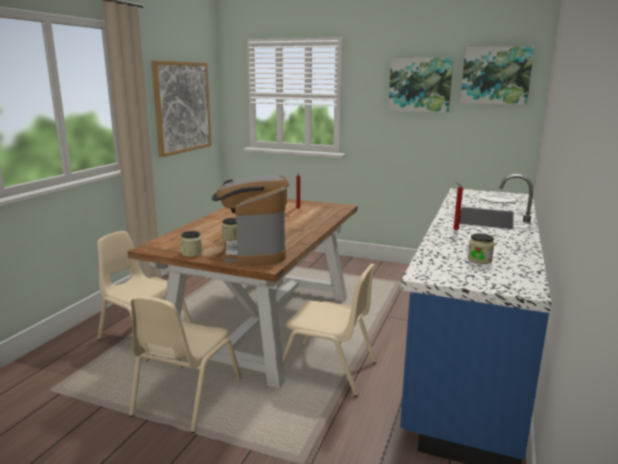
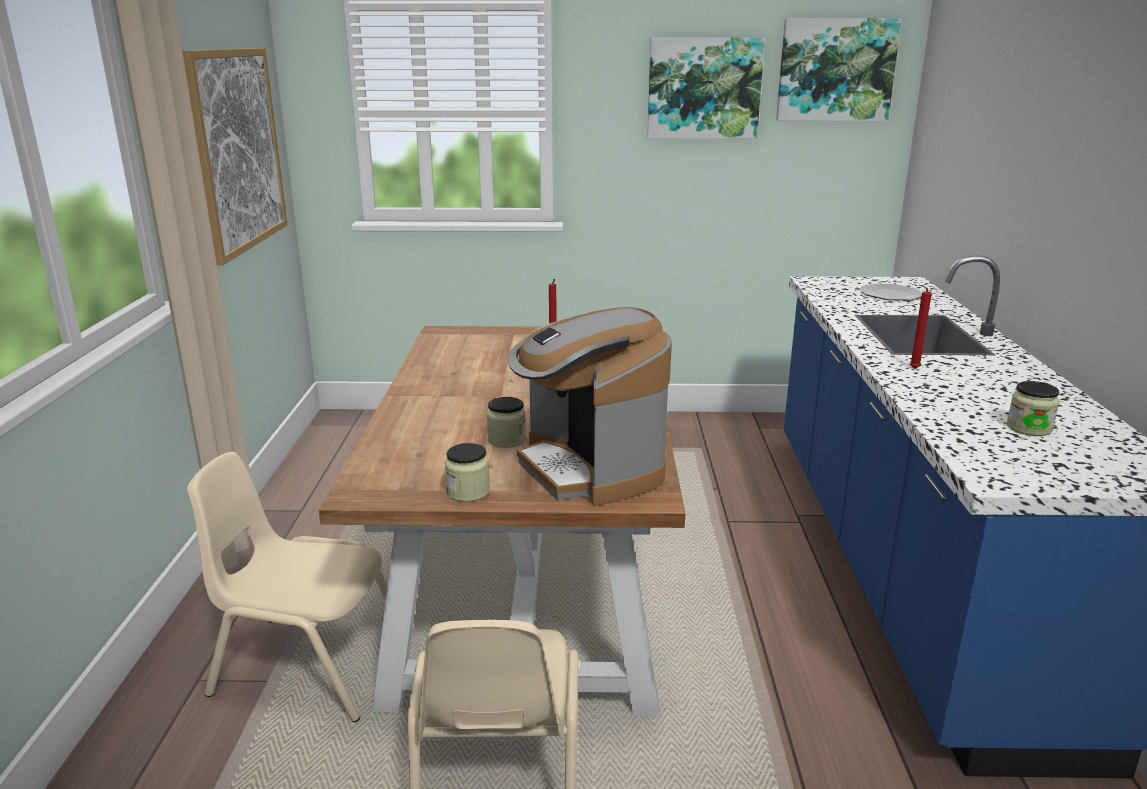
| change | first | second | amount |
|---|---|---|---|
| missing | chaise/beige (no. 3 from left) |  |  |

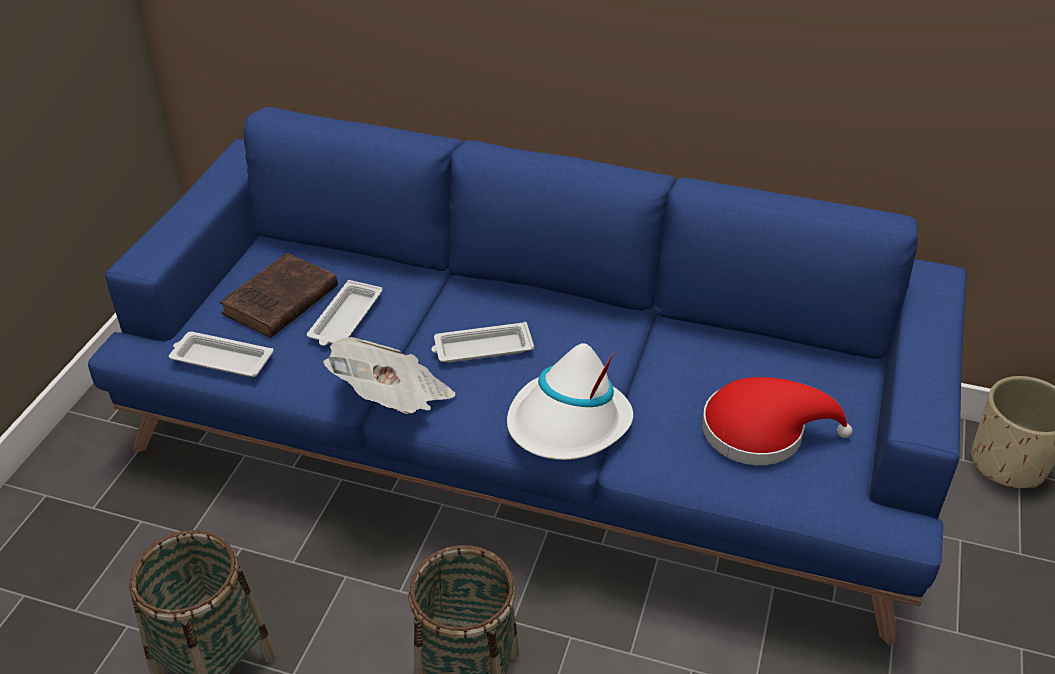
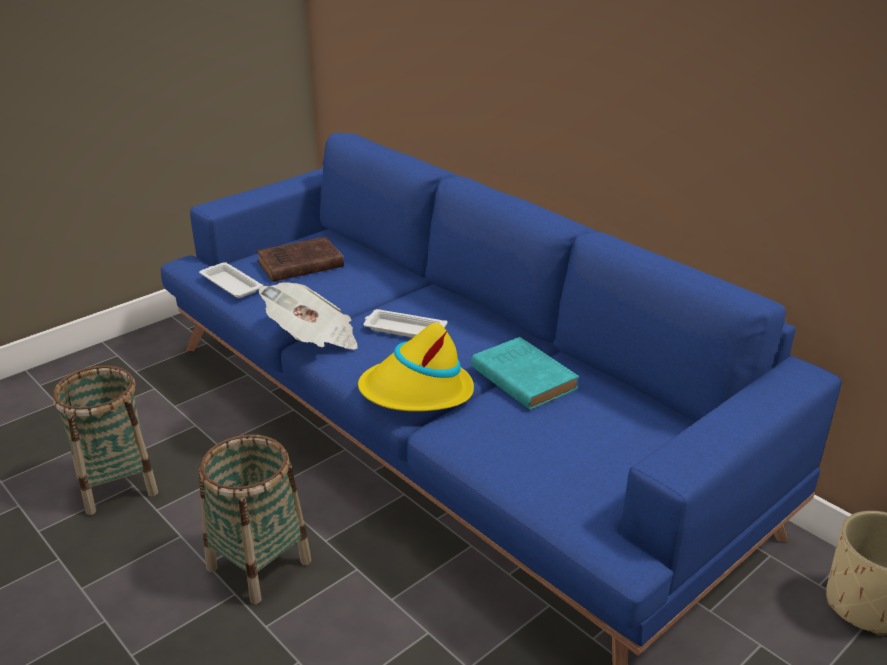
| change | first | second | amount |
|---|---|---|---|
| missing | plateau/blanc (no. 2 from left) |  |  |
| missing | chapeau/rouge |  |  |
| appeared |  | livre/turquoise |  |
| colour | chapeau/blanc | chapeau/jaune |  |

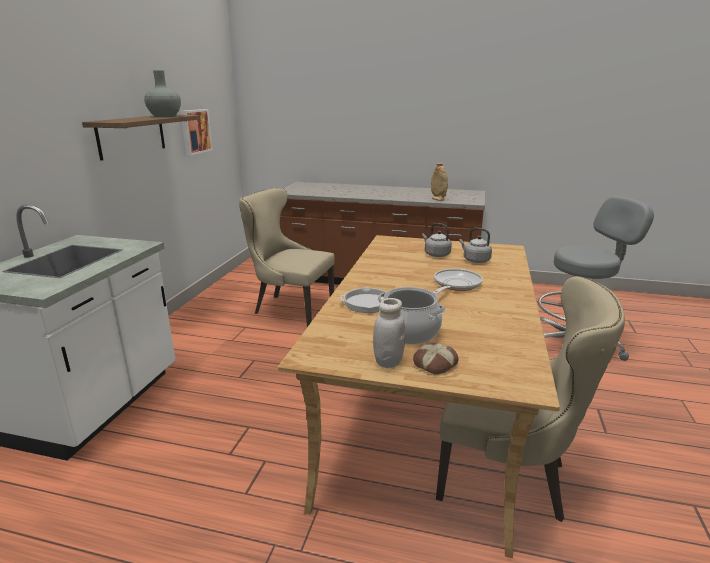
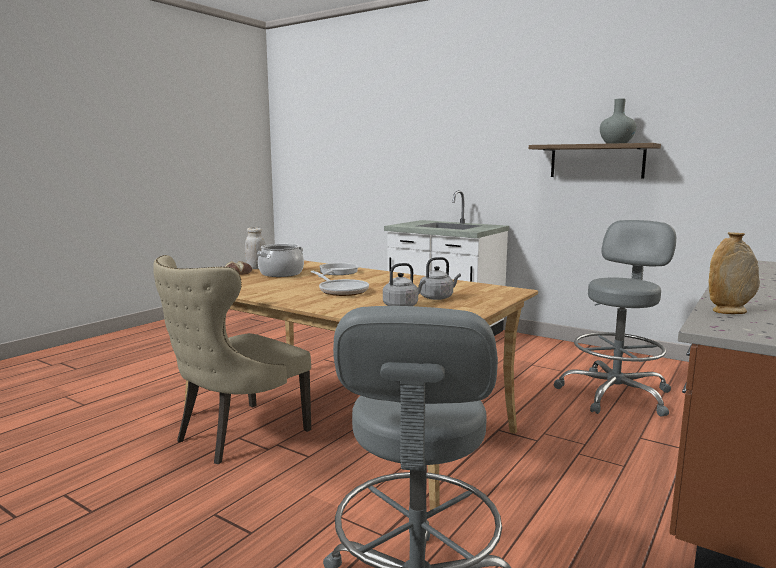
| change | first | second | amount |
|---|---|---|---|
| missing | tableau |  |  |
| exchanged | chaise/beige (no. 1 from left) | tabouret/gris (no. 2 from left) |  |

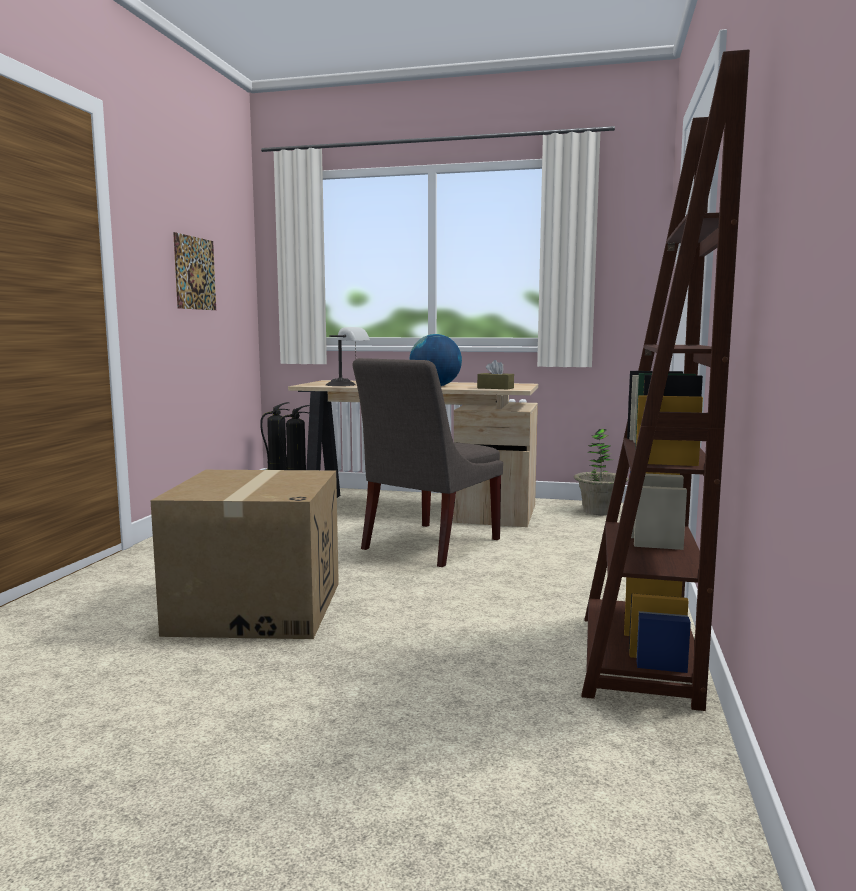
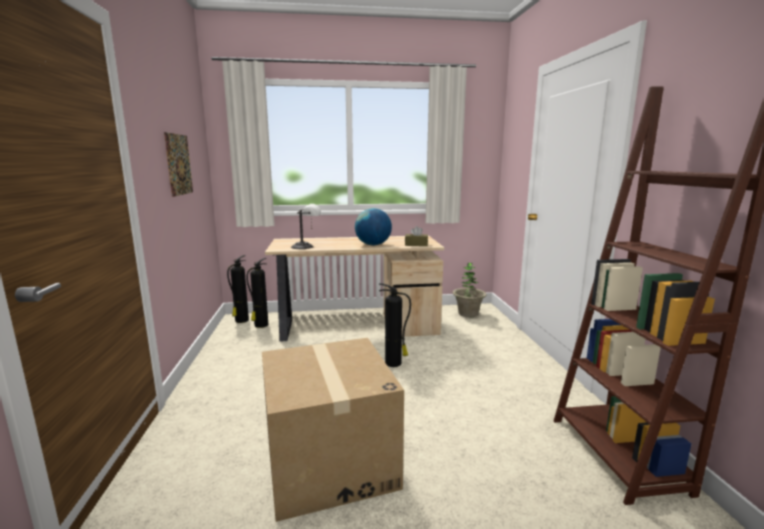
| change | first | second | amount |
|---|---|---|---|
| exchanged | chaise/gris | extincteur (no. 3 from left) |  |

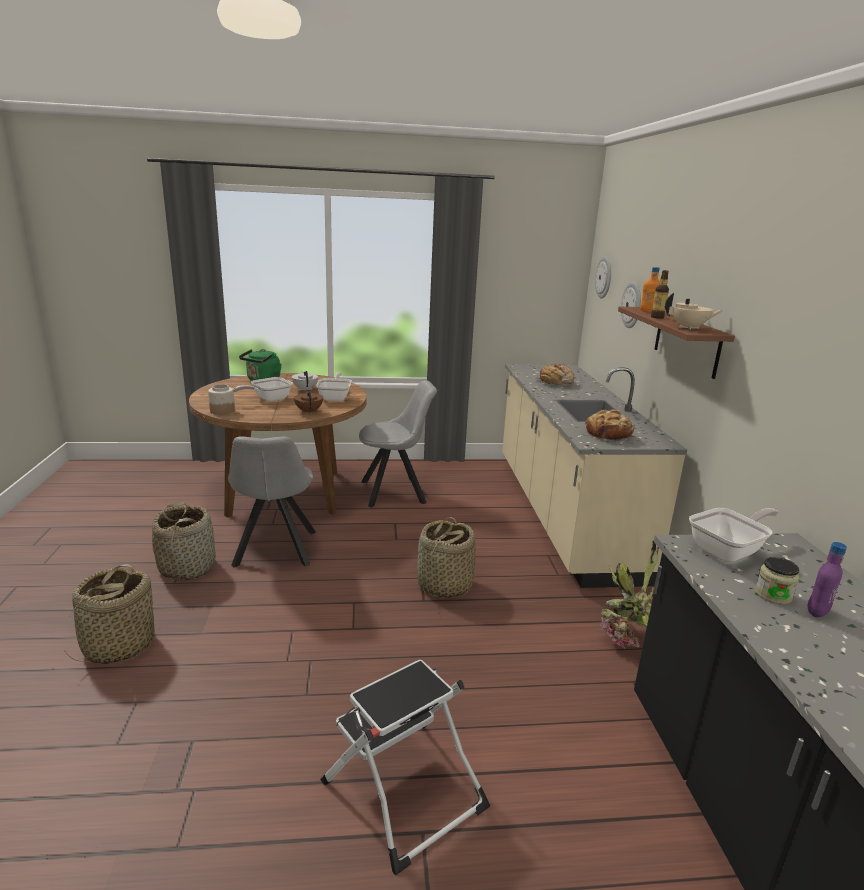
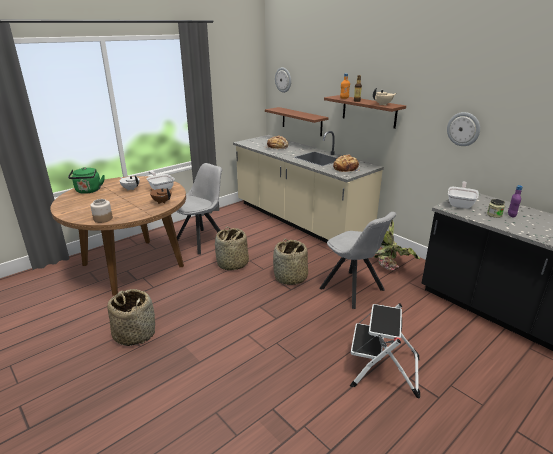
| change | first | second | amount |
|---|---|---|---|
| missing | poêle (no. 1 from left) |  |  |
| appeared |  | étagère/marron (no. 1 from left) |  |
| relocated | panier (no. 1 from left in the first image) | panier (no. 2 from left) |  |
| relocated | chaise/gris (no. 1 from left in the first image) | chaise/gris (no. 2 from left) |  |
| relocated | horloge murale (no. 2 from left) |  |  |

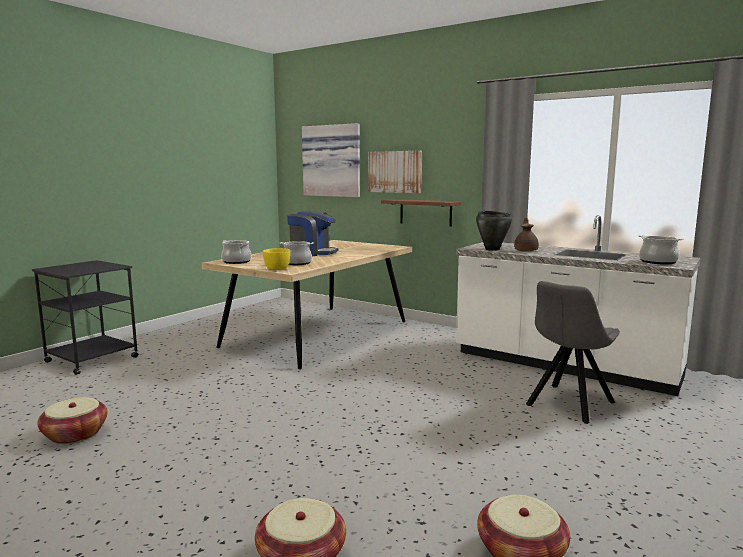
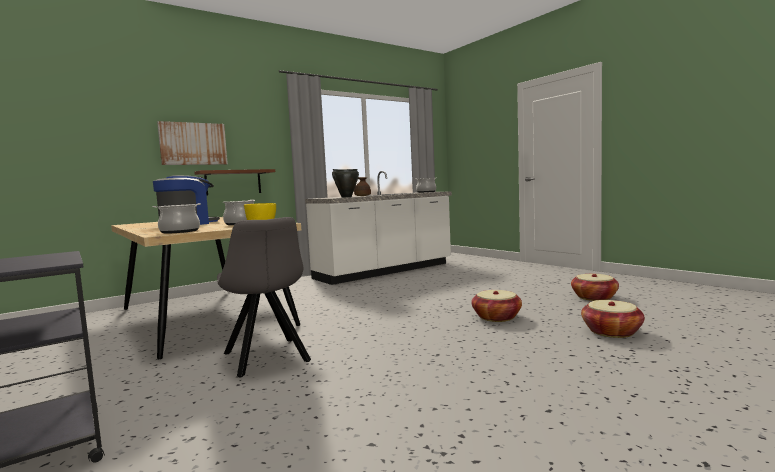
| change | first | second | amount |
|---|---|---|---|
| missing | tableau (no. 1 from left) |  |  |
| relocated | panier (no. 1 from left) |  |  |
| relocated | chaise/gris |  |  |

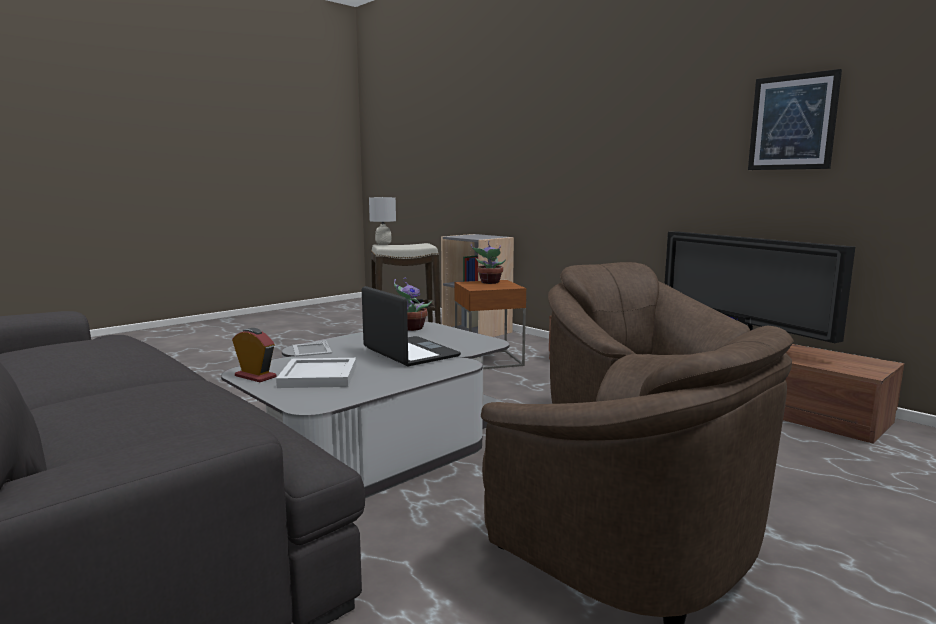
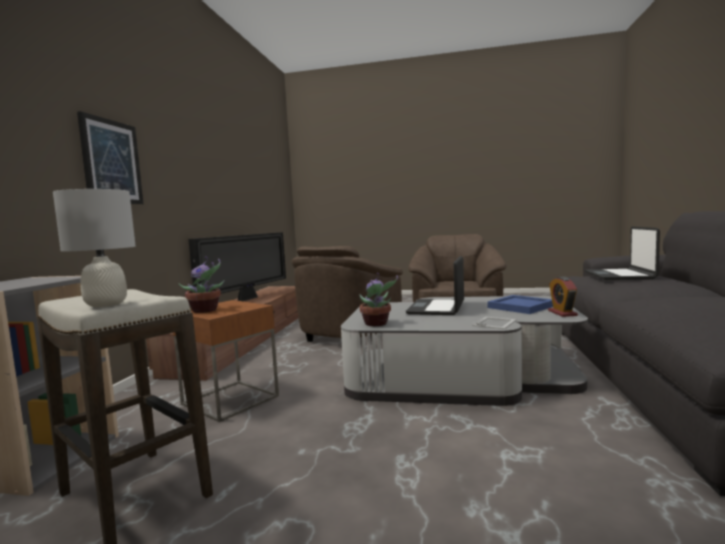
| change | first | second | amount |
|---|---|---|---|
| appeared |  | ordinateur portable (no. 2 from left) |  |
| relocated | tableau |  |  |
| colour | plateau/blanc | plateau/bleu |  |

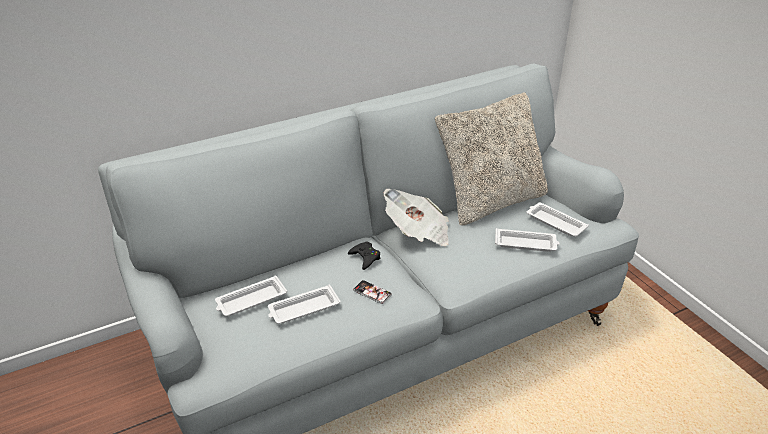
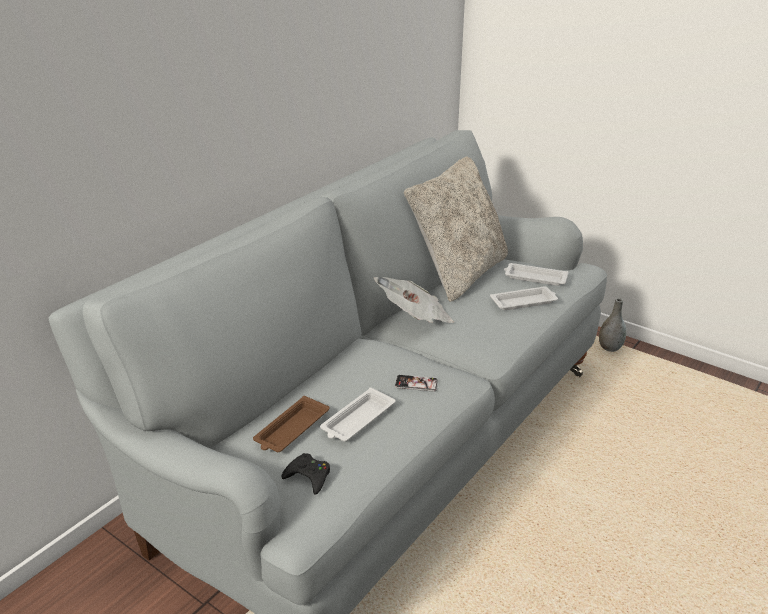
| change | first | second | amount |
|---|---|---|---|
| appeared |  | vase/gris |  |
| relocated | manette/noir |  |  |
| colour | plateau/blanc (no. 1 from left) | plateau/marron |  |

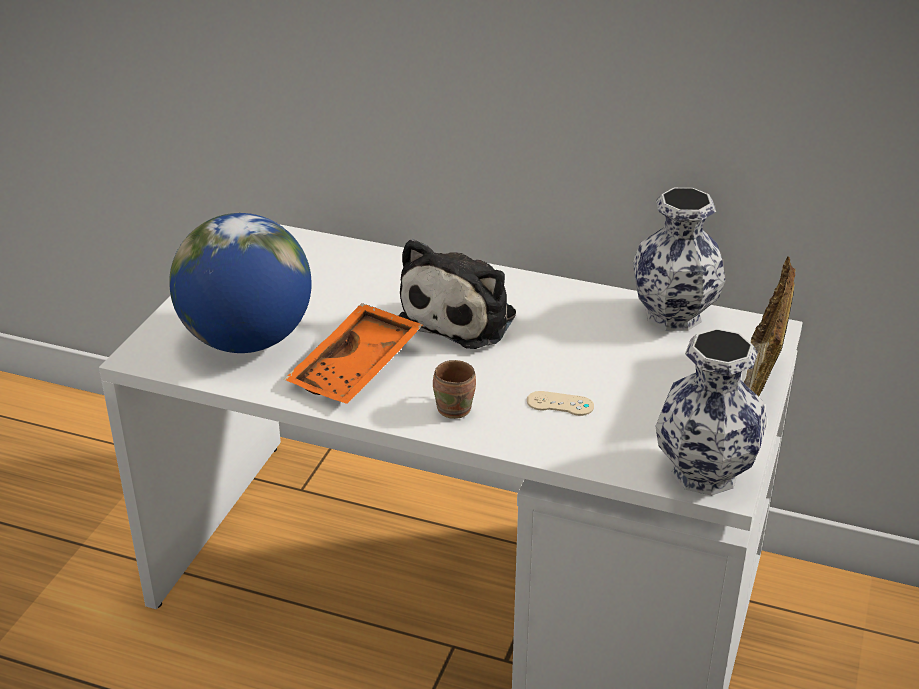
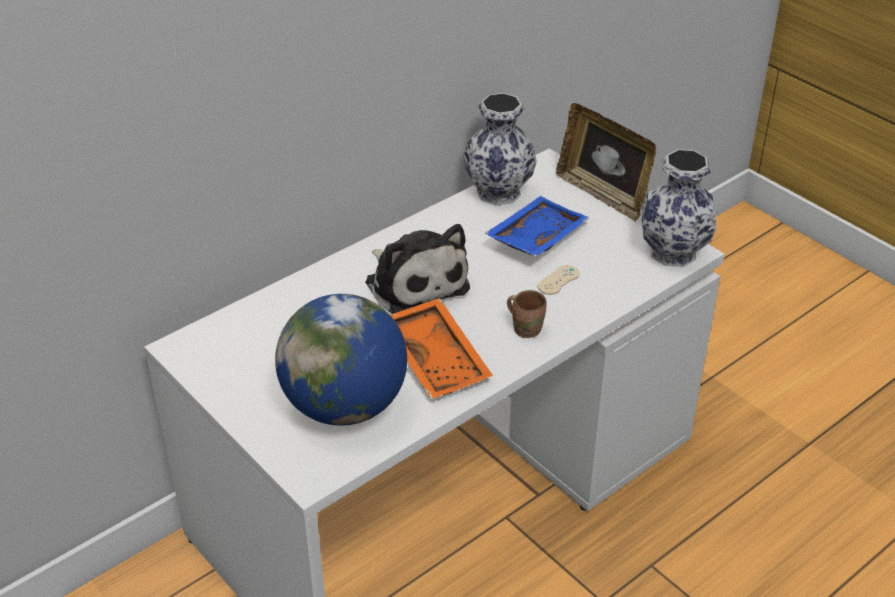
| change | first | second | amount |
|---|---|---|---|
| appeared |  | plateau/bleu |  |

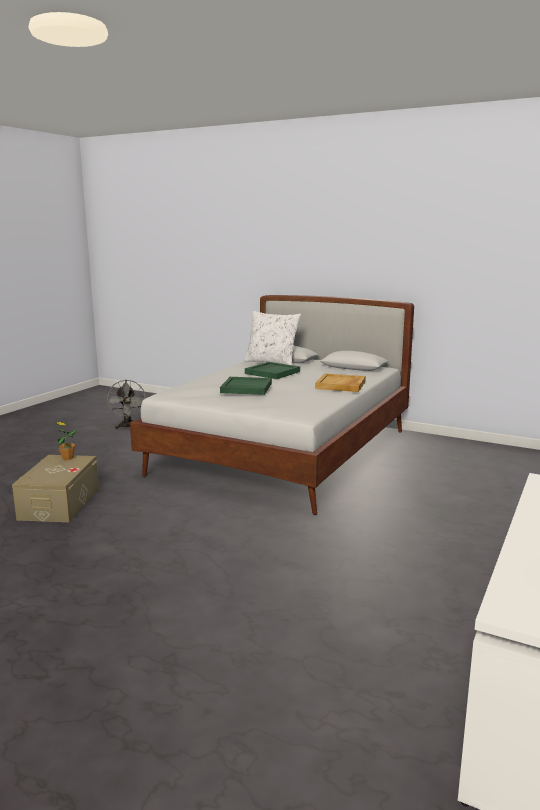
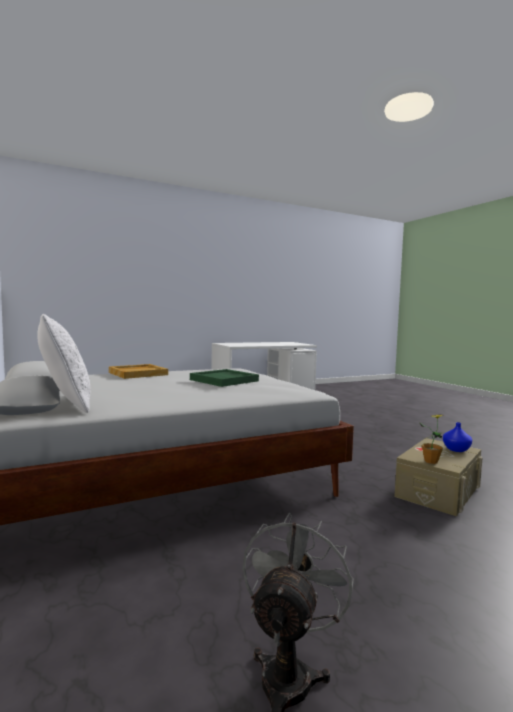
| change | first | second | amount |
|---|---|---|---|
| missing | plateau/vert (no. 2 from left) |  |  |
| appeared |  | vase/bleu |  |

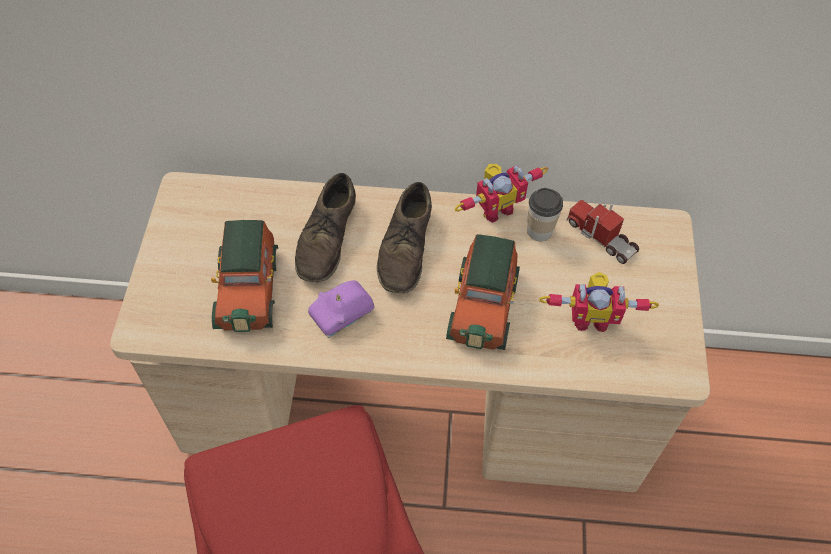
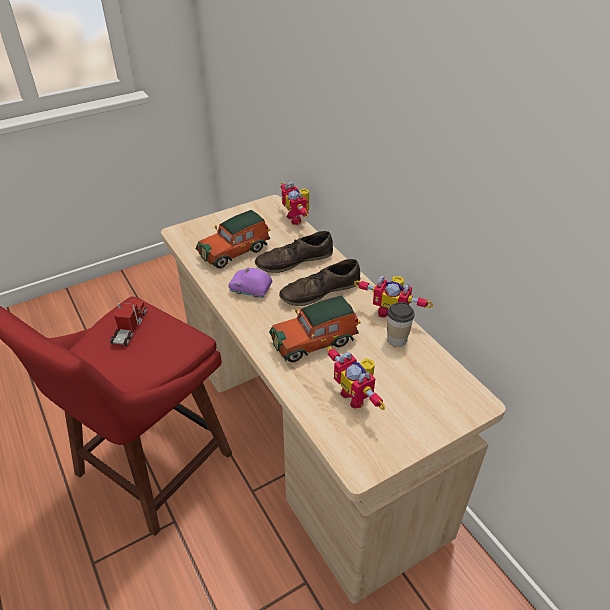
| change | first | second | amount |
|---|---|---|---|
| appeared |  | robot jouet (no. 1 from left) |  |
| relocated | camion jouet |  |  |

